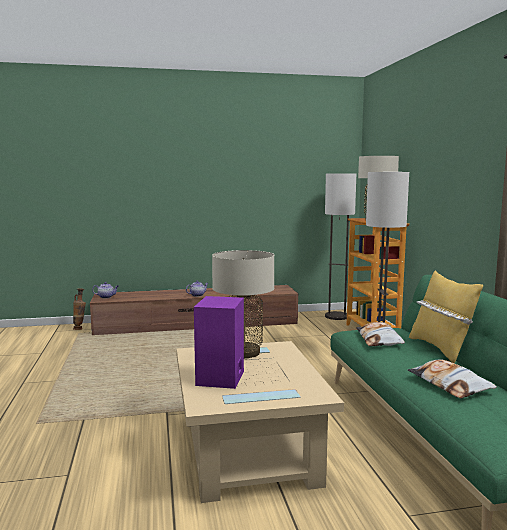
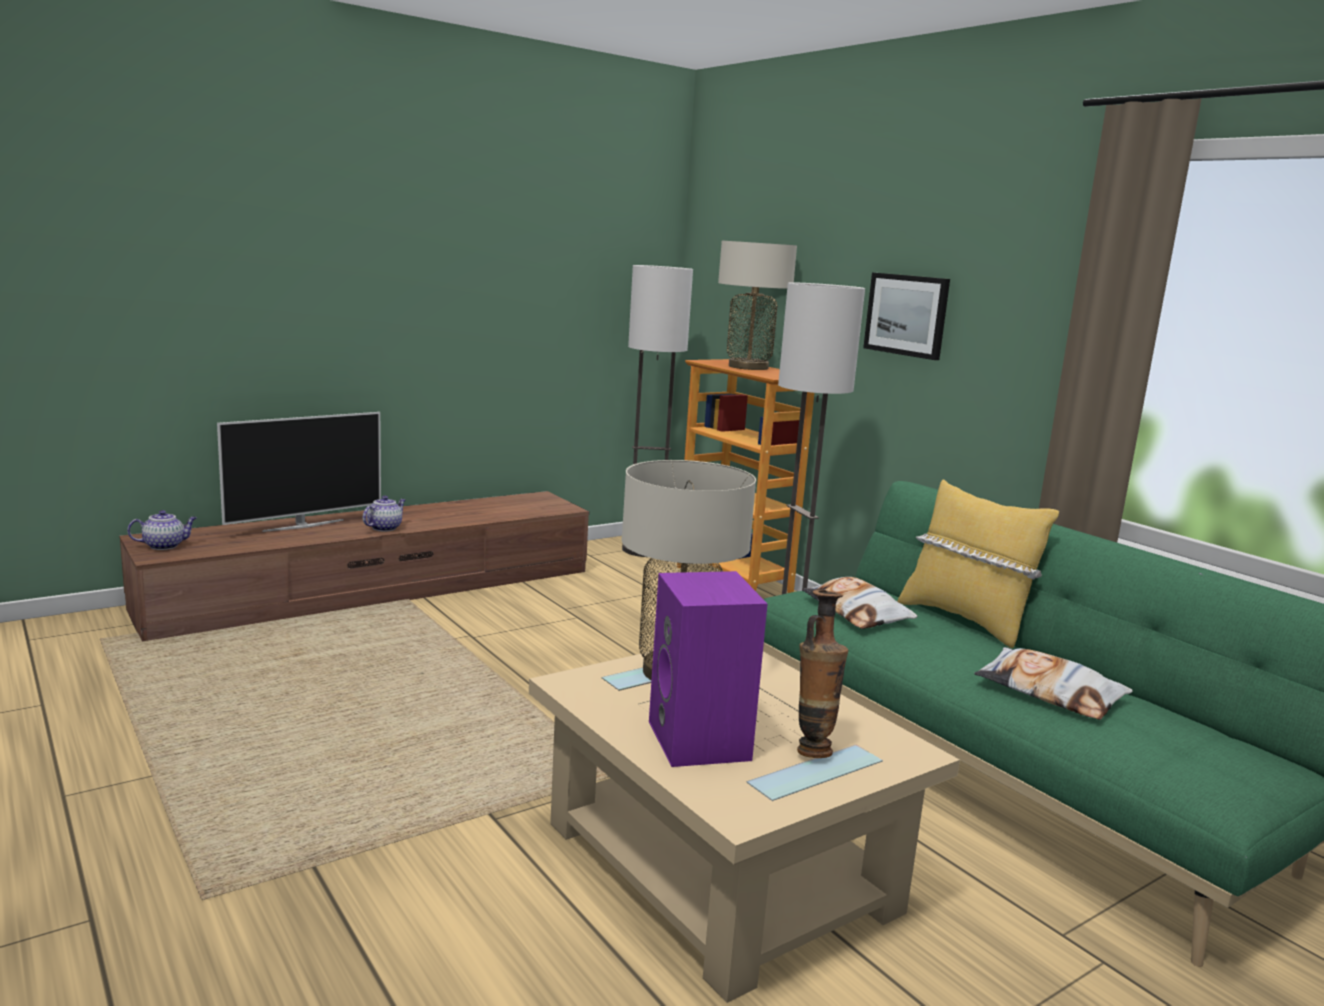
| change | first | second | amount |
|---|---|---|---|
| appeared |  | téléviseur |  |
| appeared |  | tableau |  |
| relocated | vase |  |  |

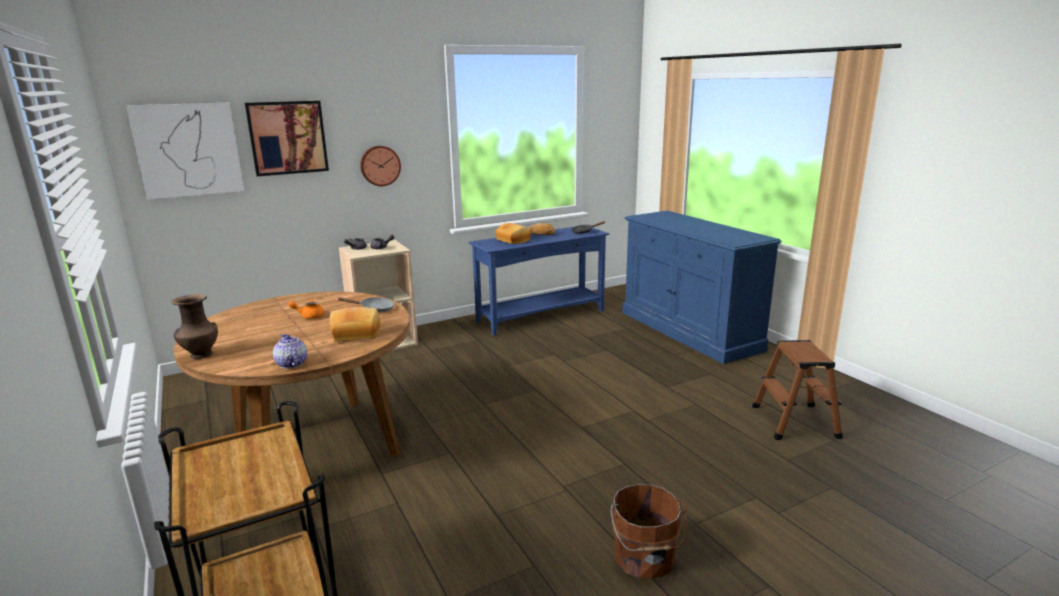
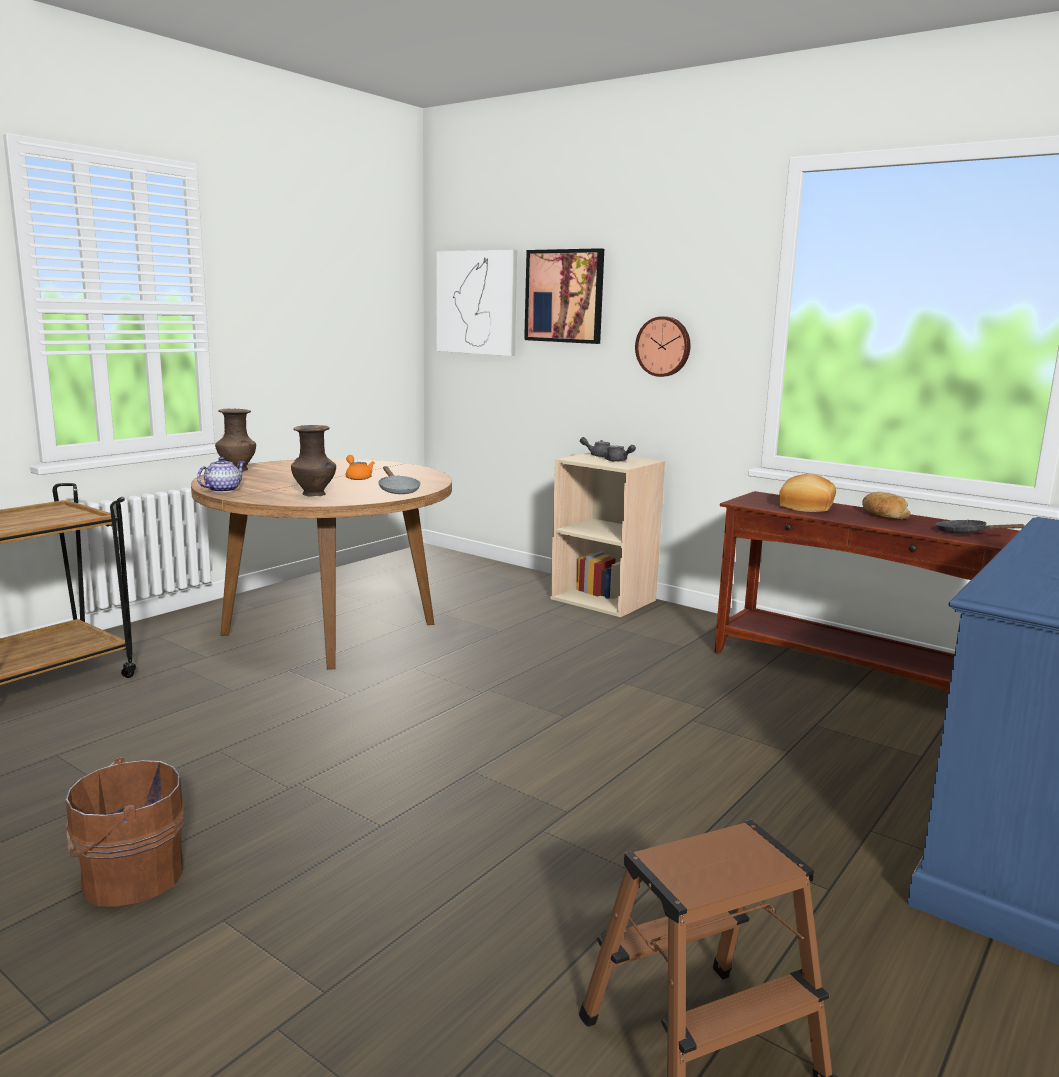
| change | first | second | amount |
|---|---|---|---|
| exchanged | pain (no. 1 from left) | vase/marron (no. 2 from left) |  |
| colour | table console/bleu | table console/marron |  |

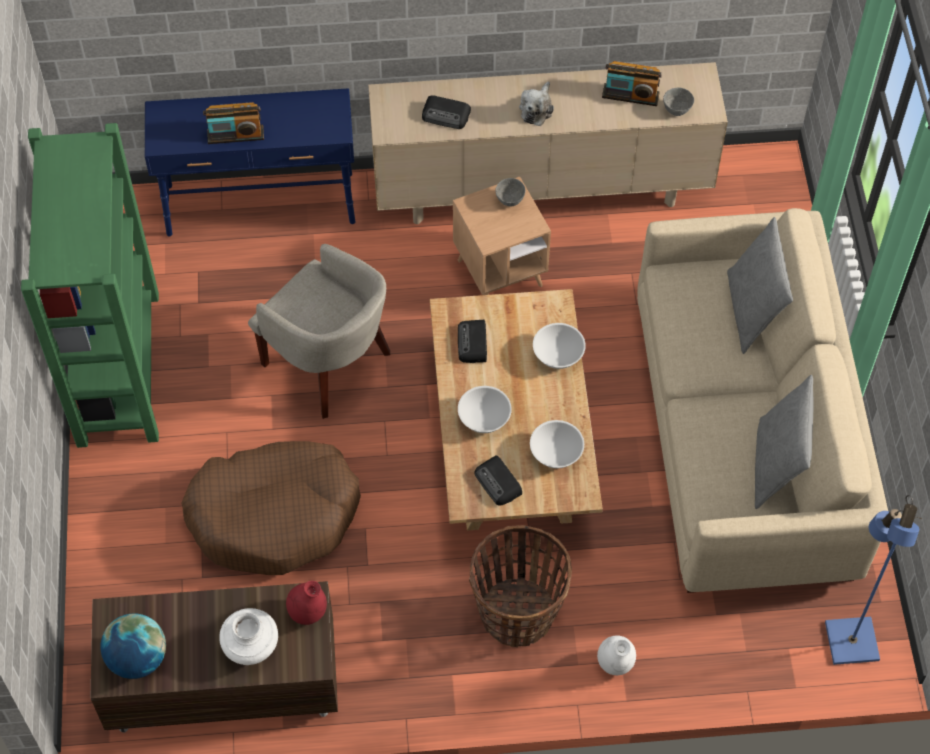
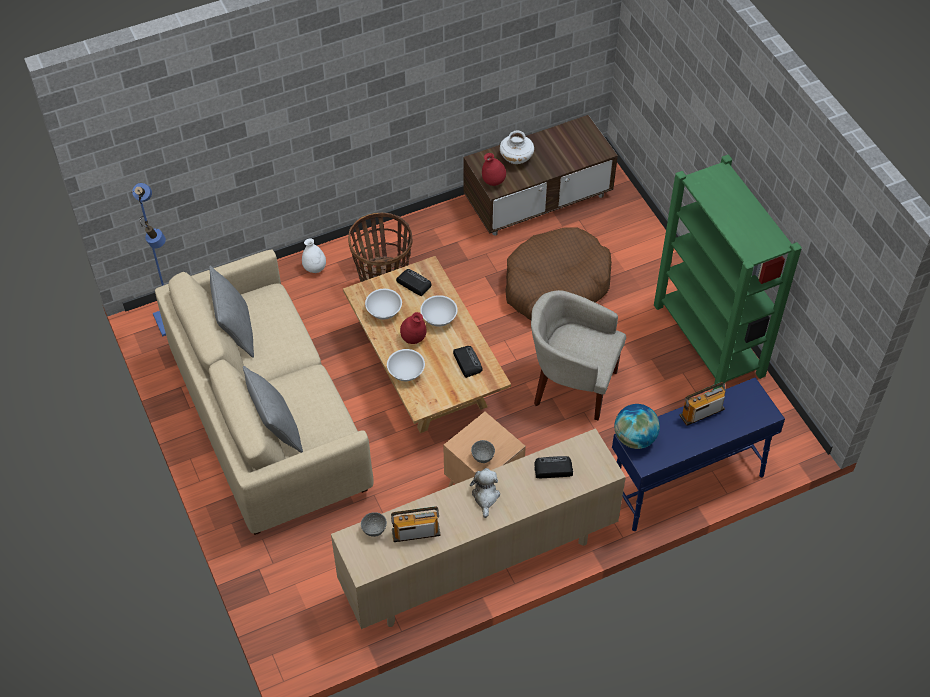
| change | first | second | amount |
|---|---|---|---|
| appeared |  | vase/rouge (no. 1 from left) |  |
| relocated | globe |  |  |

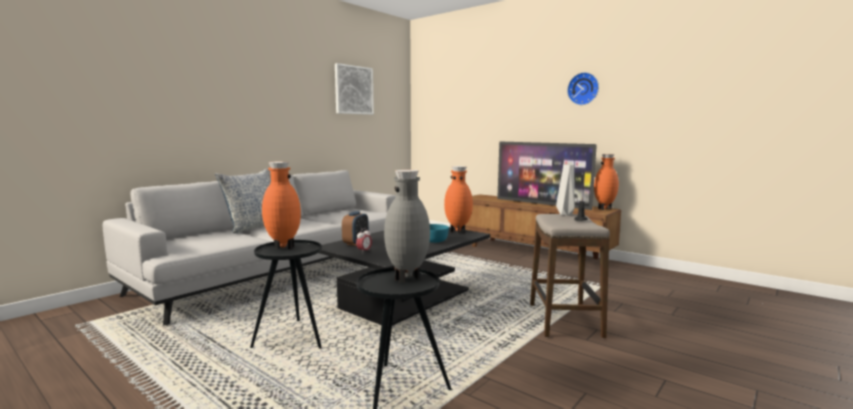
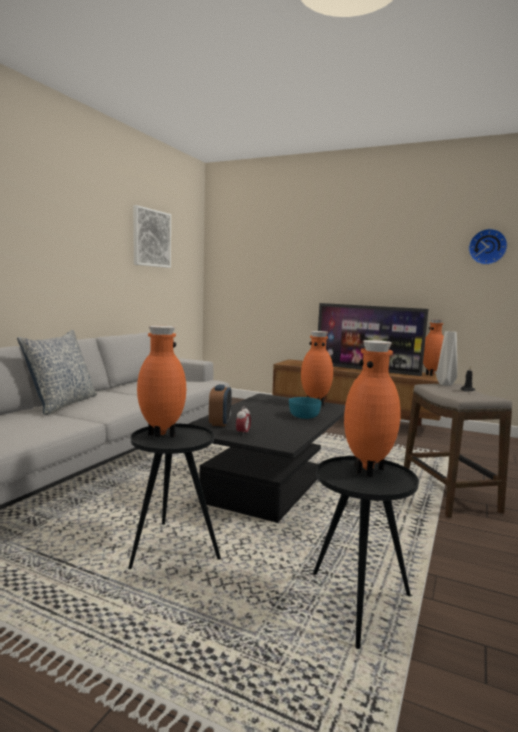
| change | first | second | amount |
|---|---|---|---|
| relocated | horloge murale |  |  |
| colour | vase/gris (no. 1 from left) | vase/orange (no. 3 from left) |  |

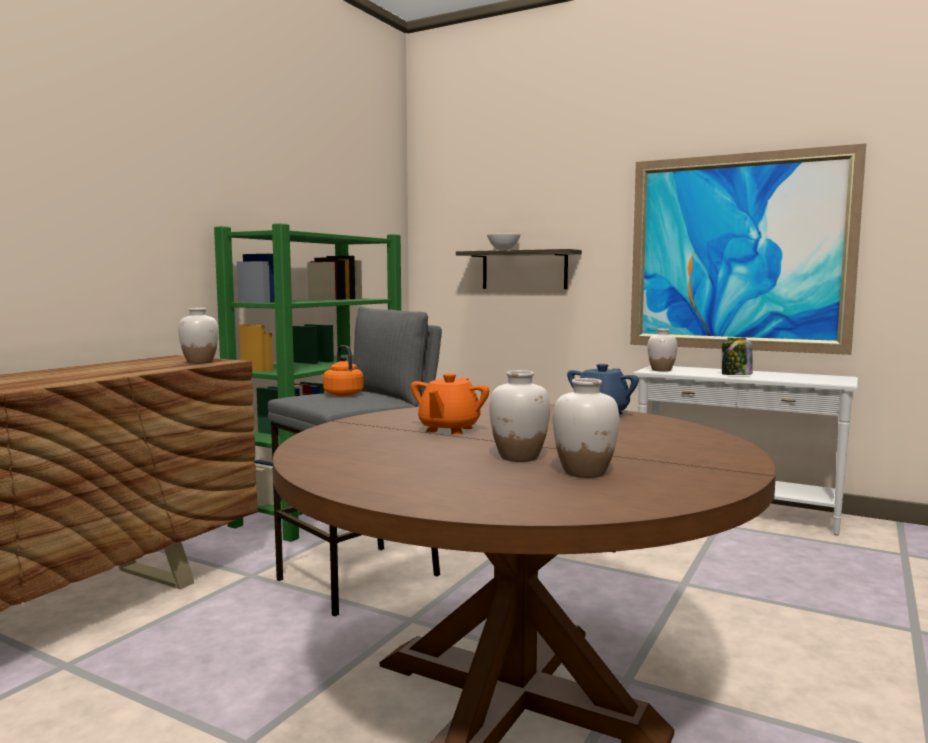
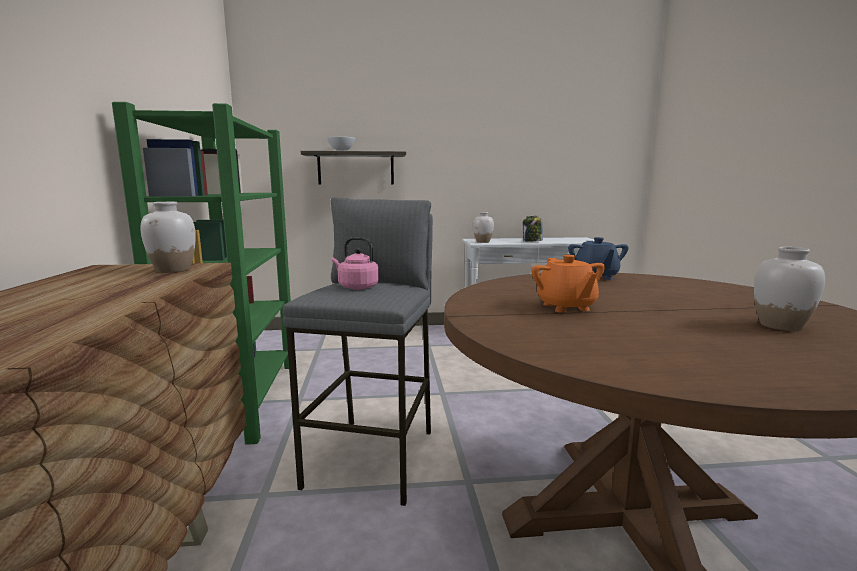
| change | first | second | amount |
|---|---|---|---|
| missing | vase/blanc (no. 2 from left) |  |  |
| missing | tableau |  |  |
| colour | bouilloire/orange | bouilloire/rose |  |

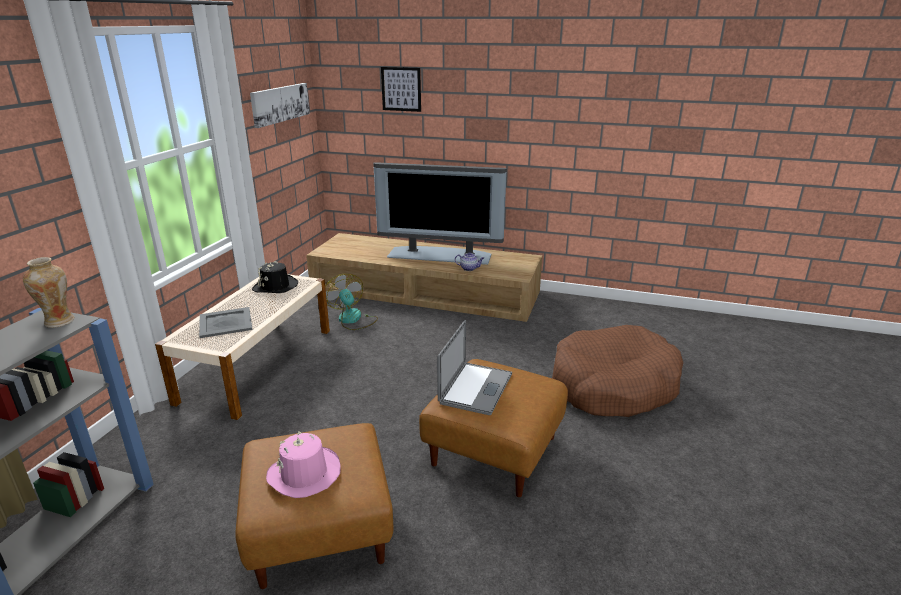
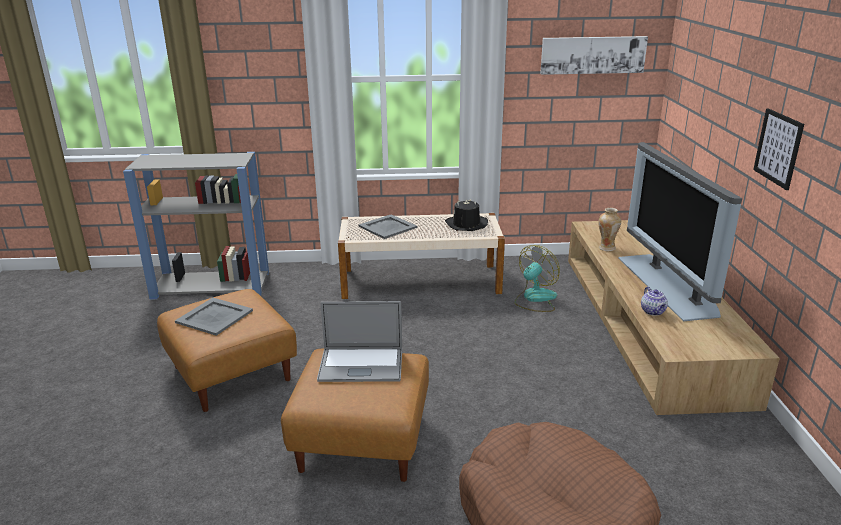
| change | first | second | amount |
|---|---|---|---|
| relocated | vase |  |  |
| relocated | tableau (no. 2 from left) |  |  |
| exchanged | chapeau/rose | plateau/gris (no. 1 from left) |  |

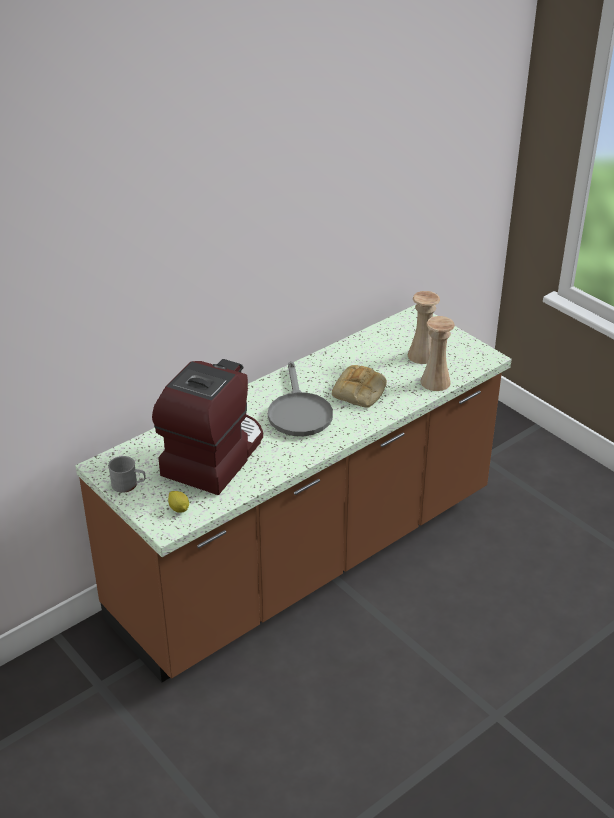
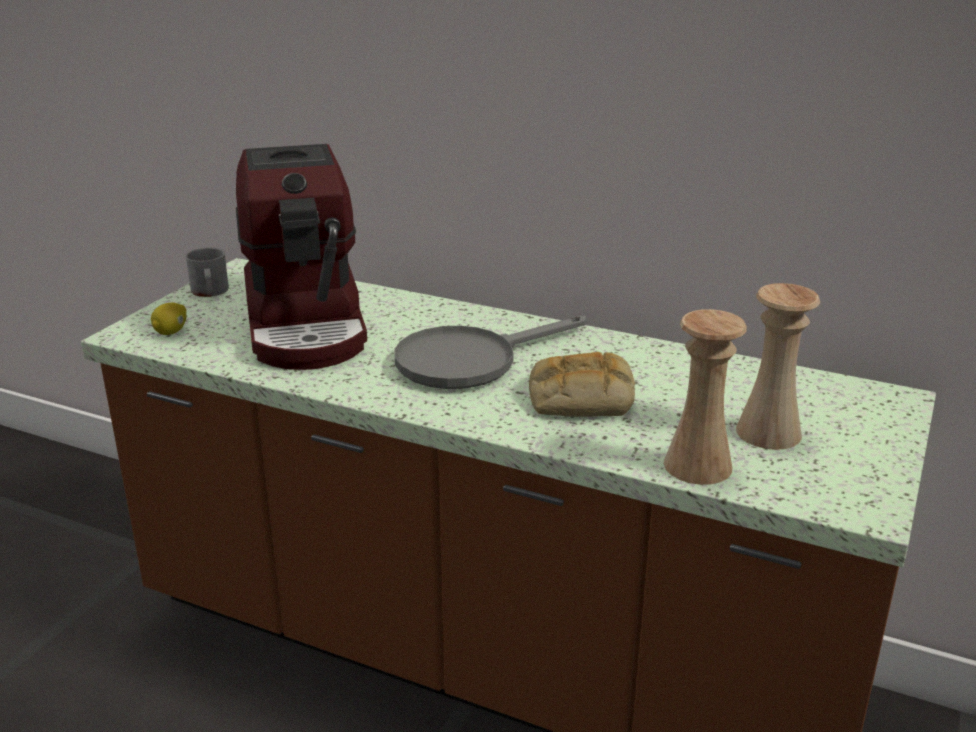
| change | first | second | amount |
|---|---|---|---|
| spun | machine à café |  | 75 degrees clockwise |

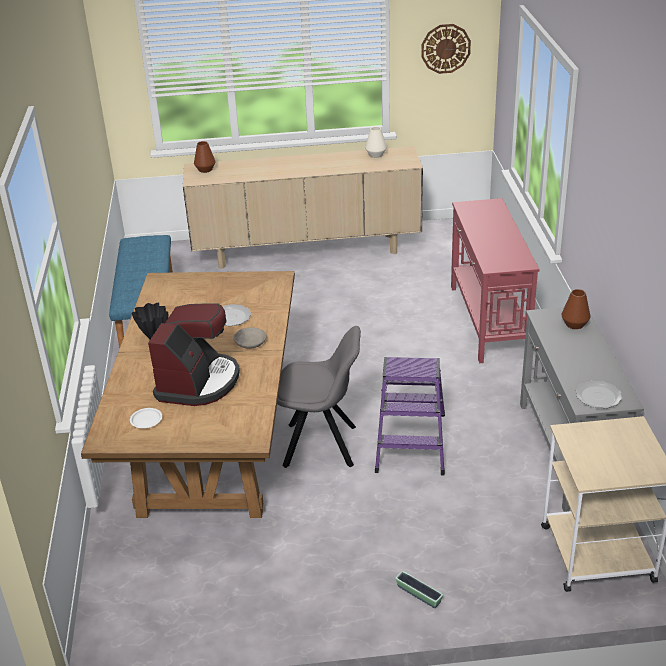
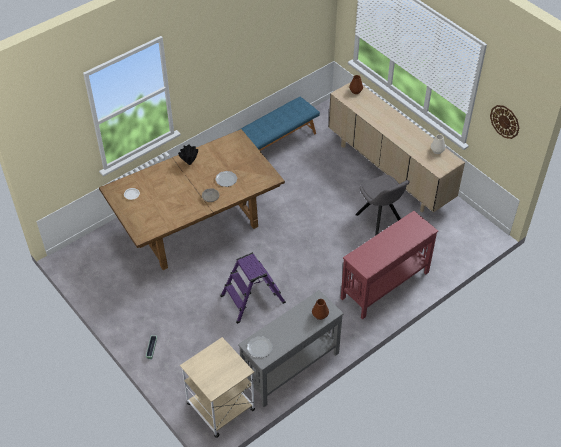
| change | first | second | amount |
|---|---|---|---|
| missing | machine à café |  |  |
| relocated | chaise/gris |  |  |

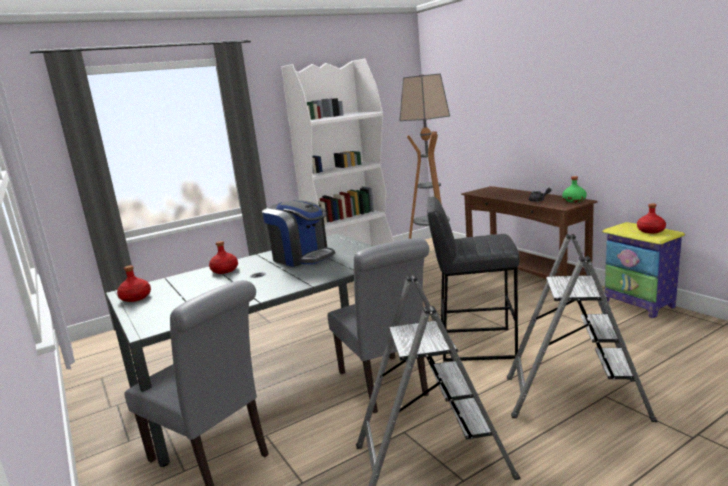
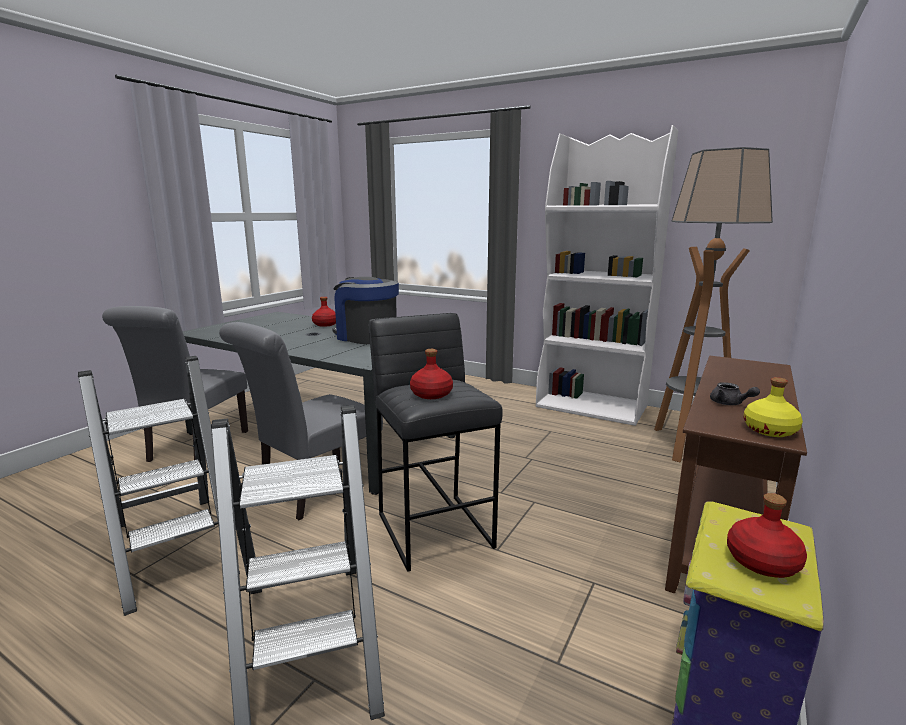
| change | first | second | amount |
|---|---|---|---|
| relocated | bouteille/rouge (no. 1 from left in the first image) | bouteille/rouge (no. 2 from left) |  |
| colour | bouteille/vert | bouteille/jaune |  |
| spun | machine à café |  | 120 degrees clockwise |

